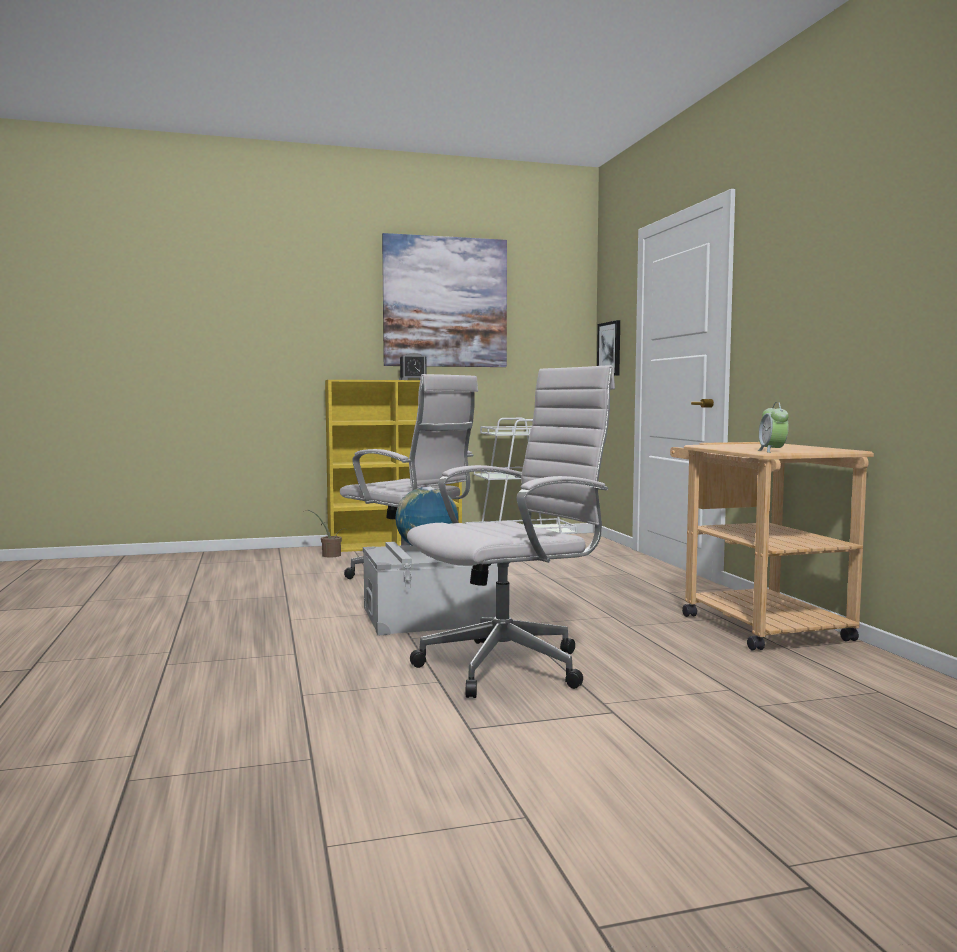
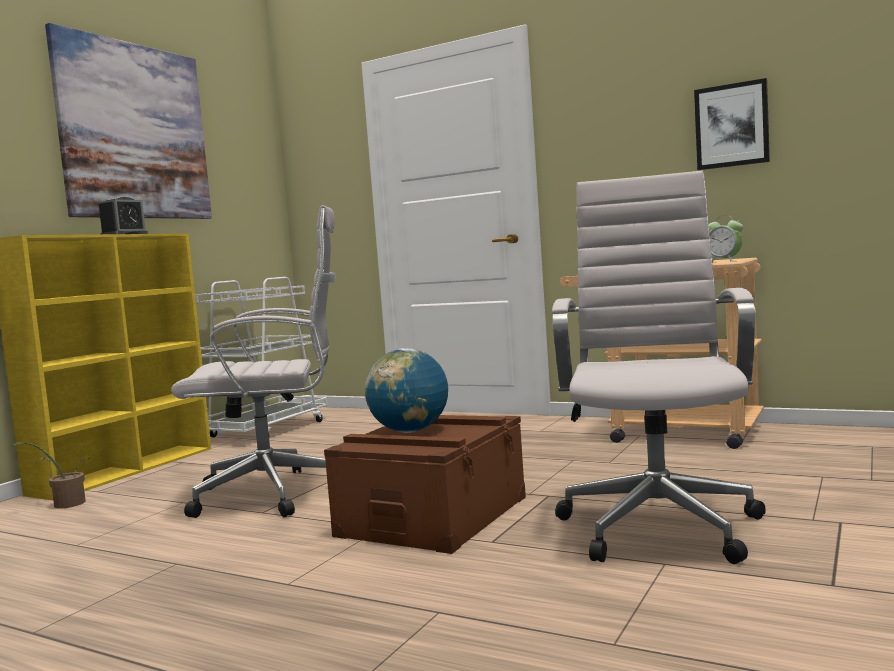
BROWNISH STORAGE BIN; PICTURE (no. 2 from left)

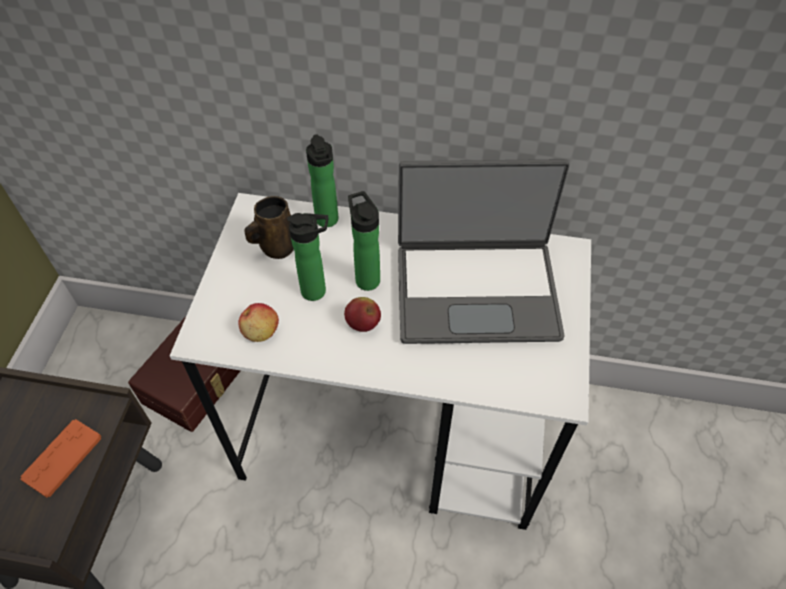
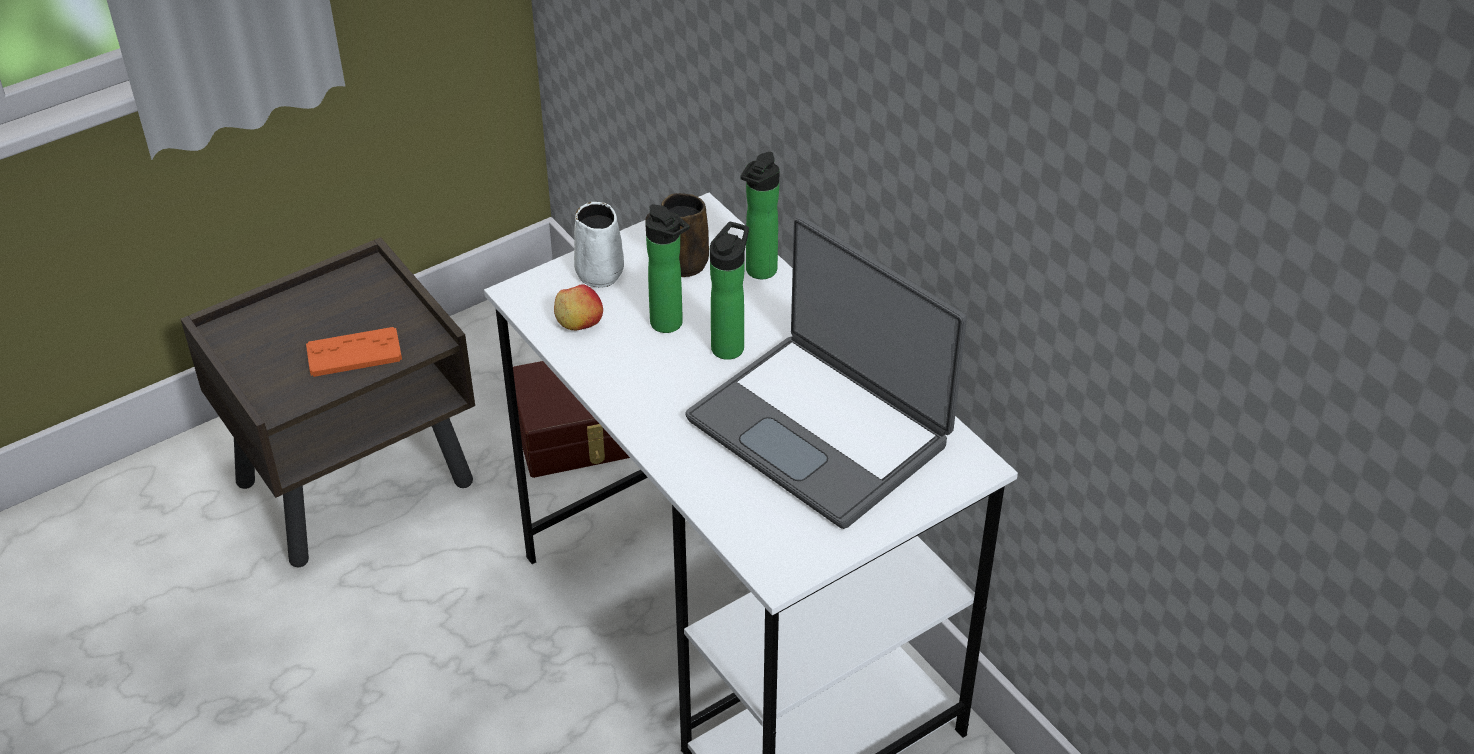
WHITE TEA MUG; WHOLE APPLE (no. 2 from left in the first image)

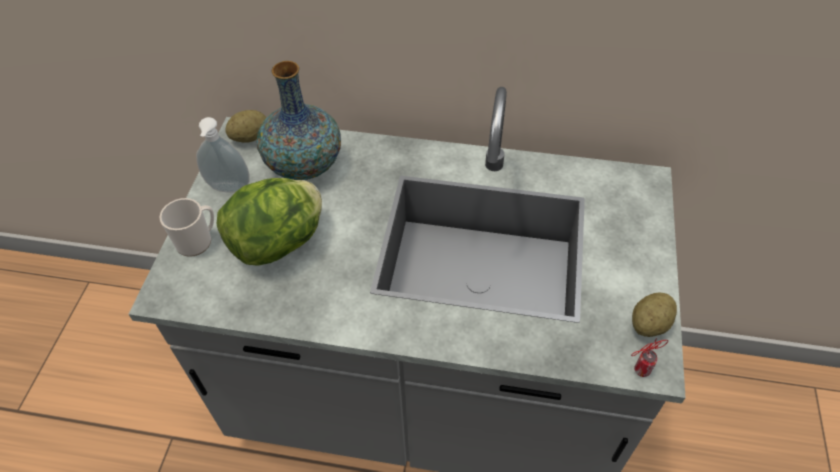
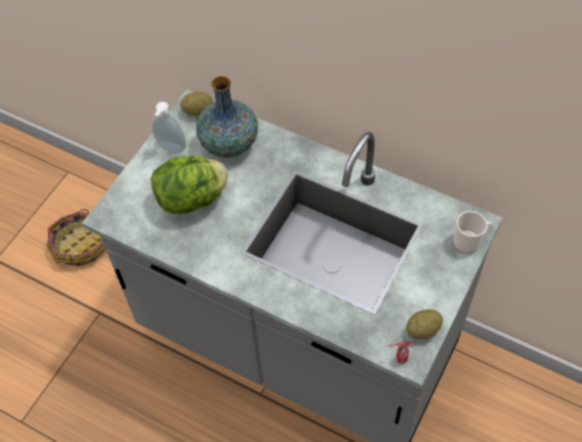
STORAGE BASKET; TEA MUG

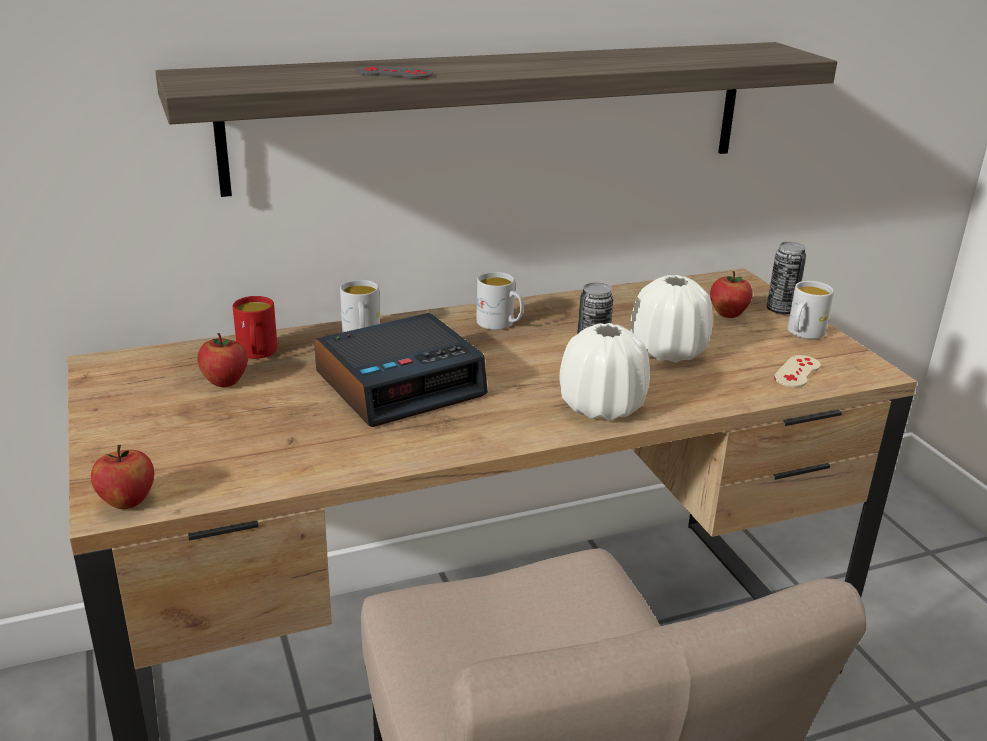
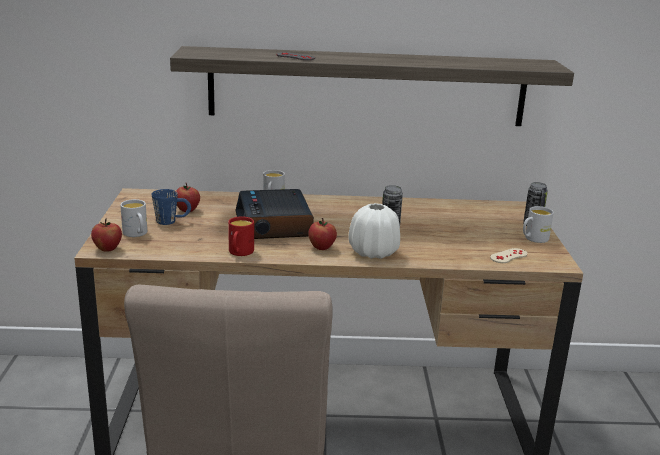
WHITE TEA MUG (no. 1 from left); BLUE-COLOURED TEA MUG; RED-COLOURED TEA MUG; ALARM CLOCK; WHOLE APPLE (no. 3 from left); WHITE DECORATIVE VASE (no. 2 from left in the first image)

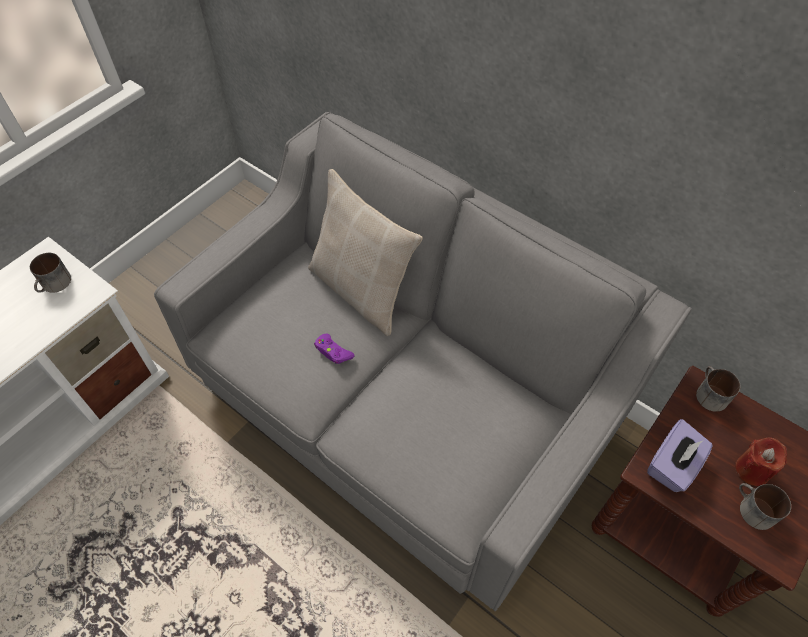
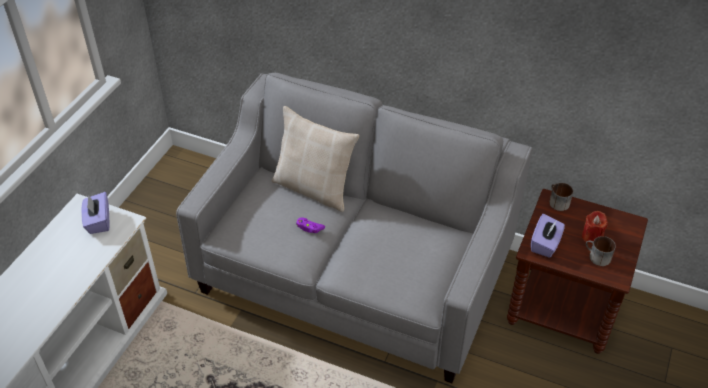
PURPLE BOX OF TISSUES (no. 1 from left)

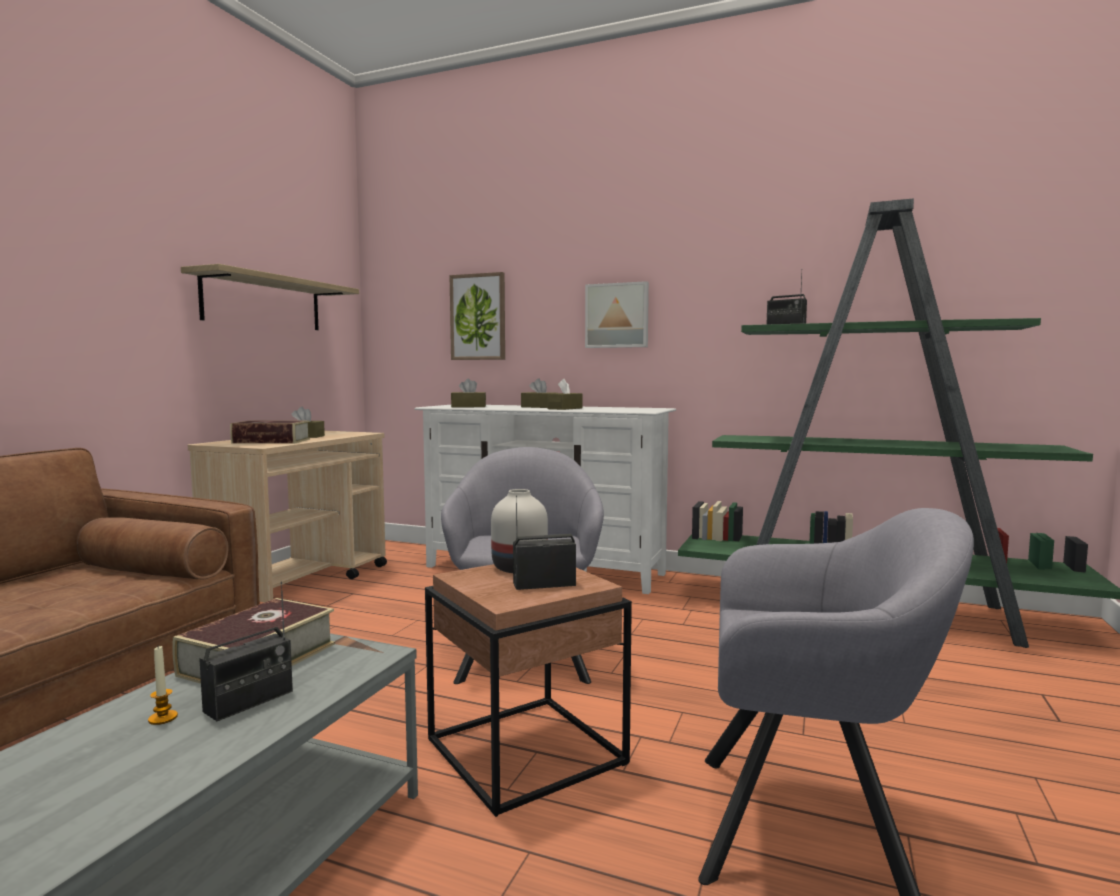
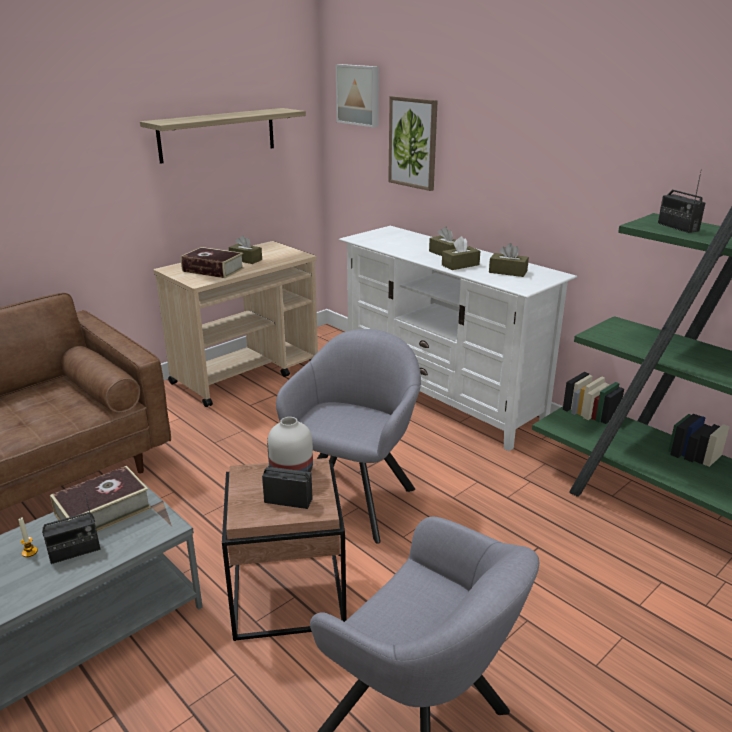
PICTURE (no. 1 from left); BROWNISH BOX OF TISSUES (no. 4 from left)

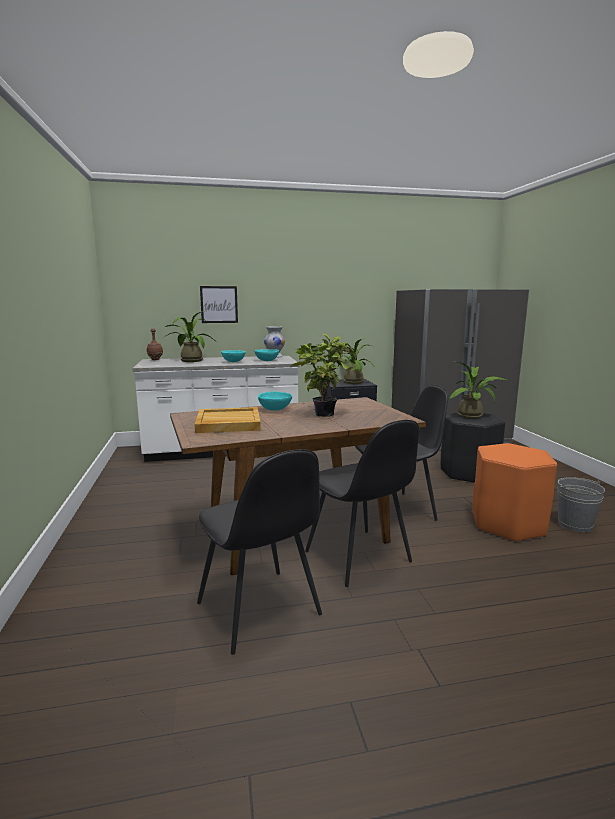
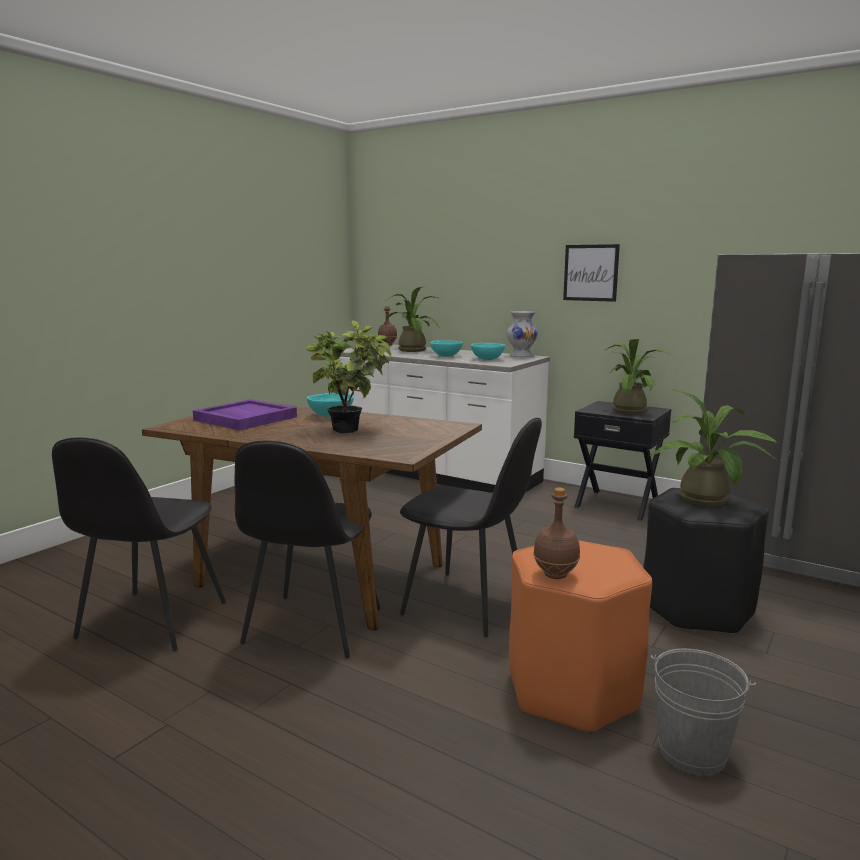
PURPLE TRAY; BROWNISH DRINK BOTTLE (no. 2 from left); PICTURE

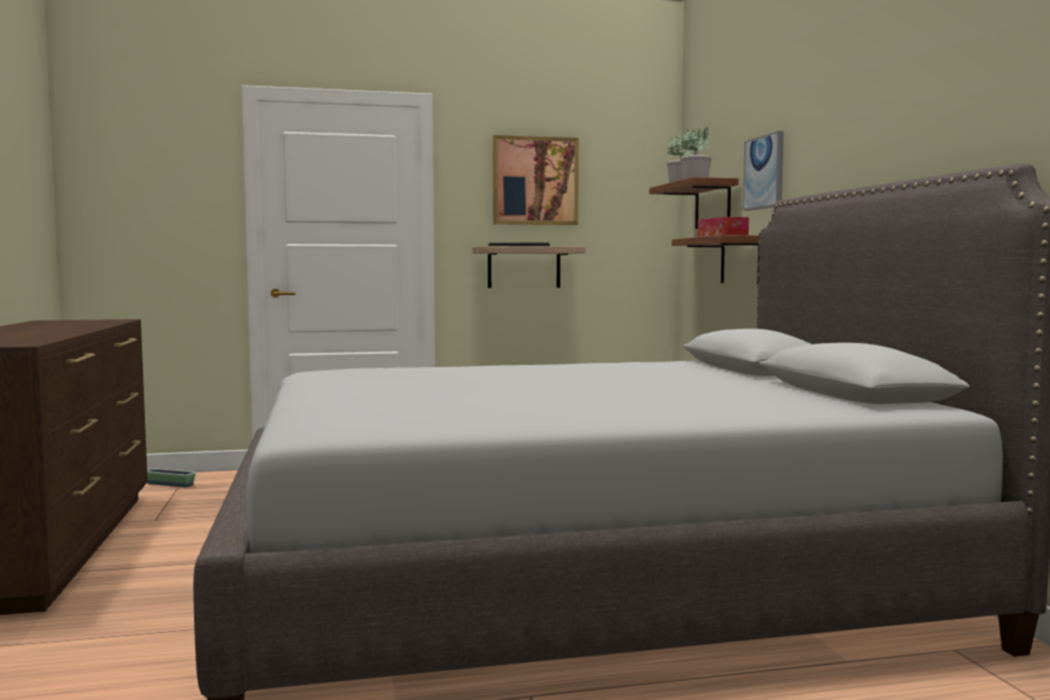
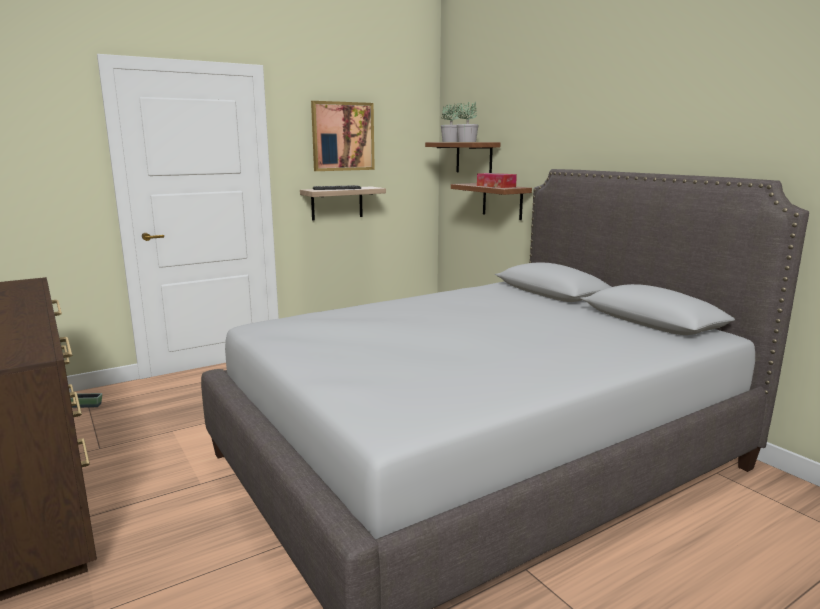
PICTURE (no. 2 from left in the first image)

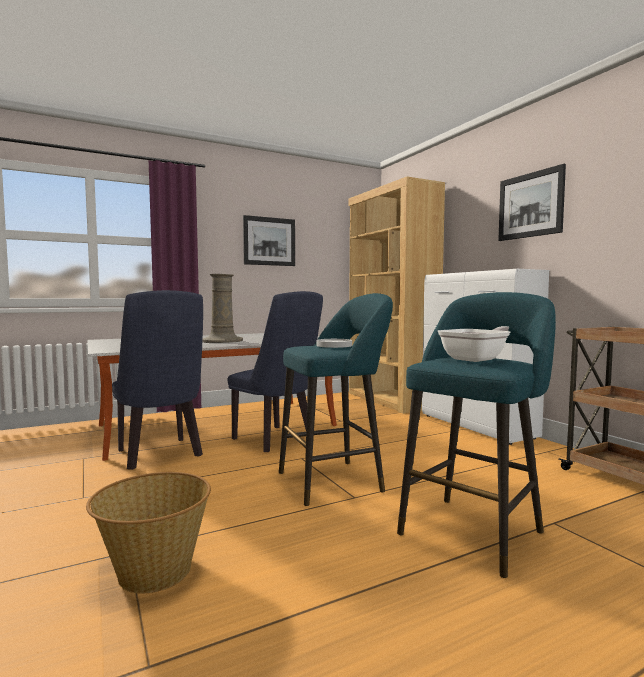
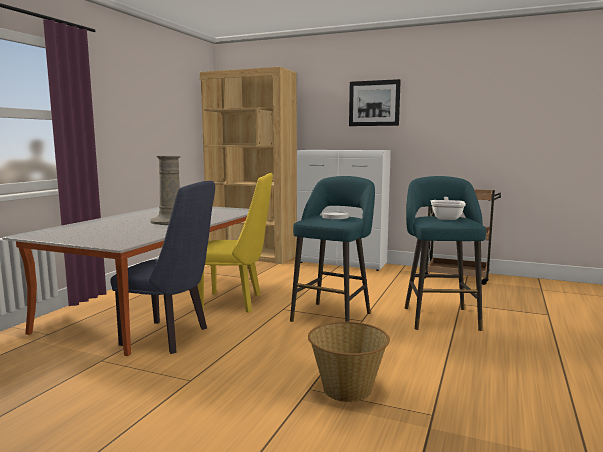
YELLOW CHAIR; PICTURE (no. 1 from left in the first image)

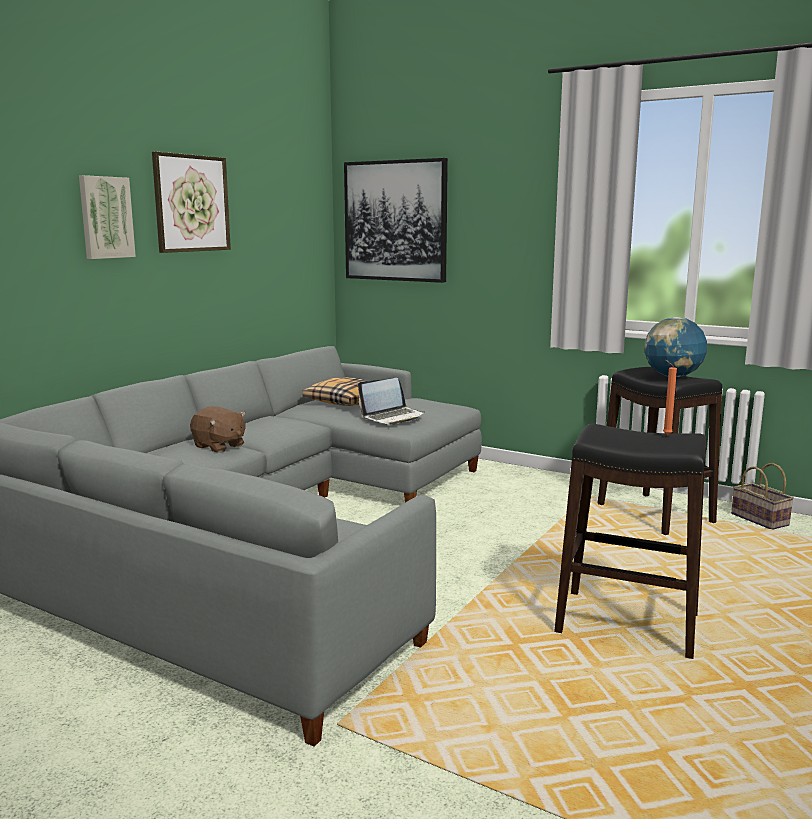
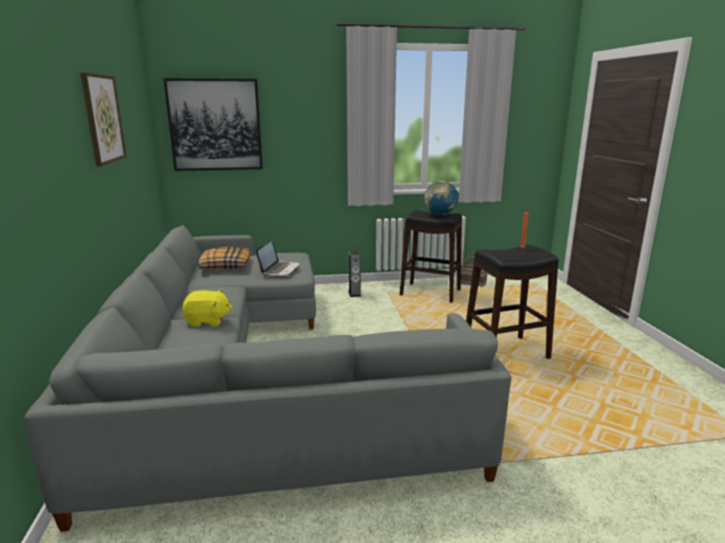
YELLOW SOFT TOY; LOUDSPEAKER; PICTURE (no. 1 from left in the first image)

